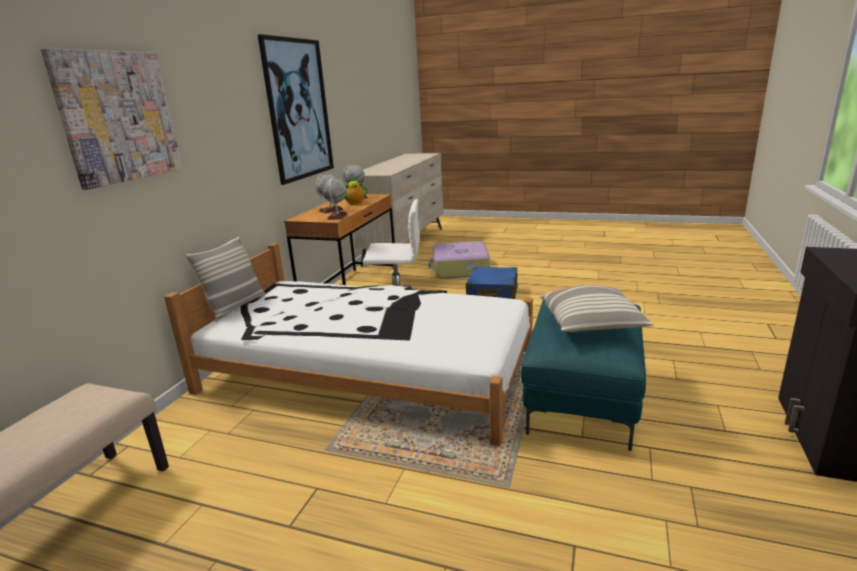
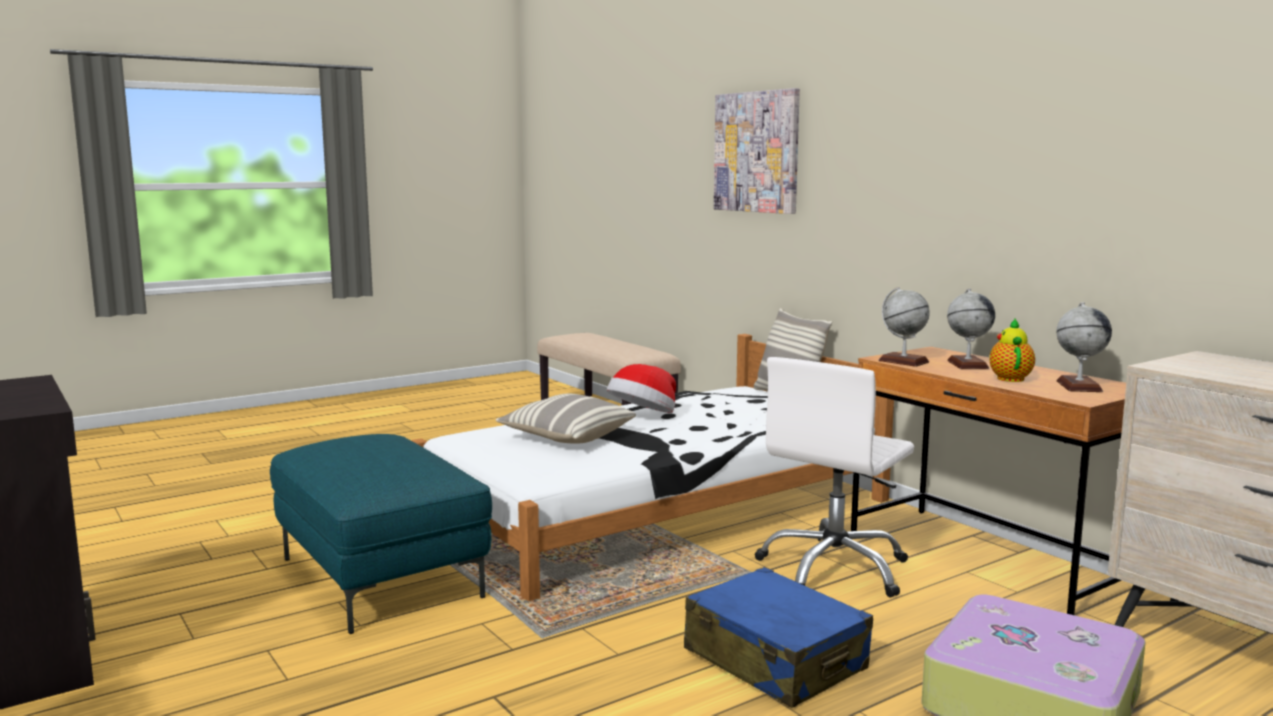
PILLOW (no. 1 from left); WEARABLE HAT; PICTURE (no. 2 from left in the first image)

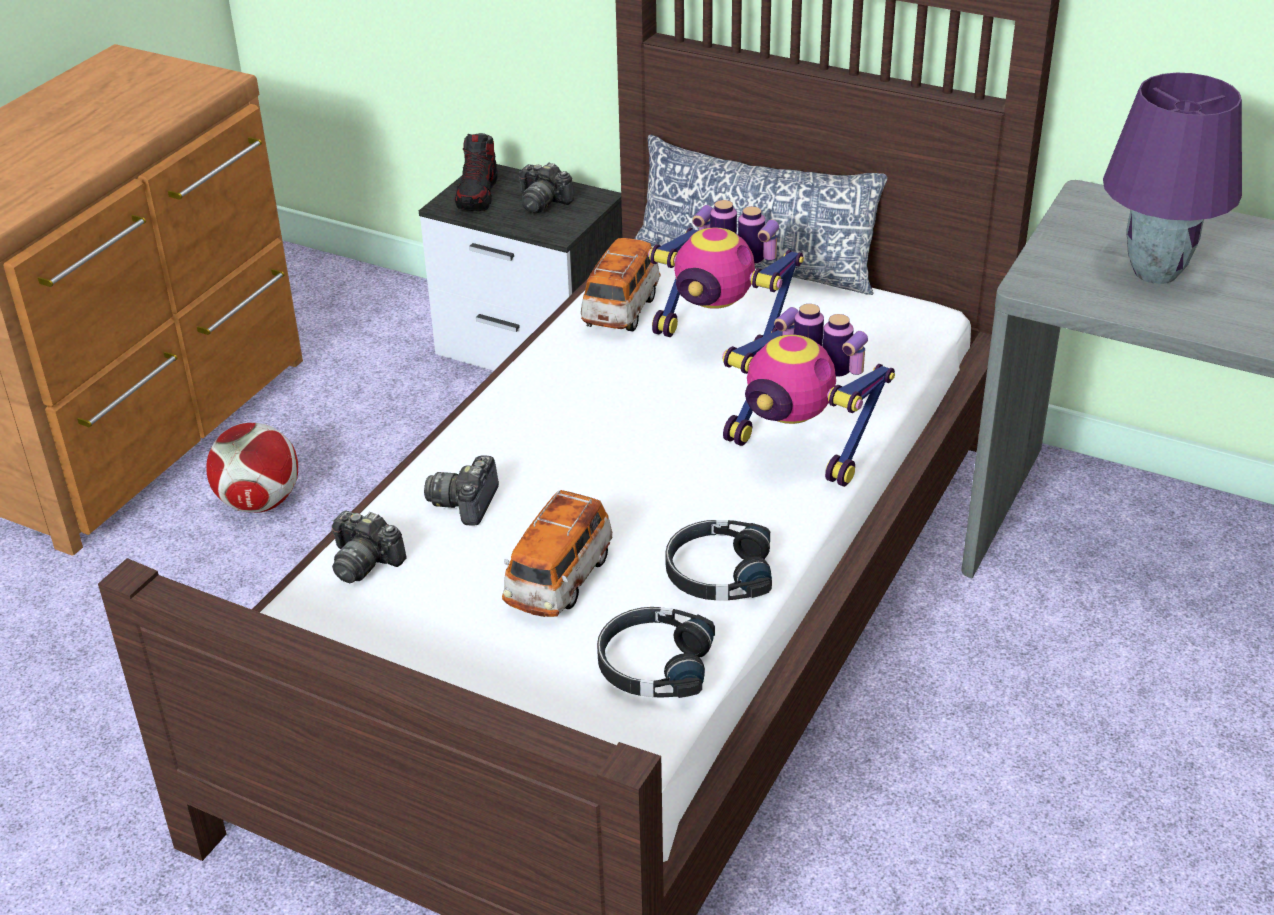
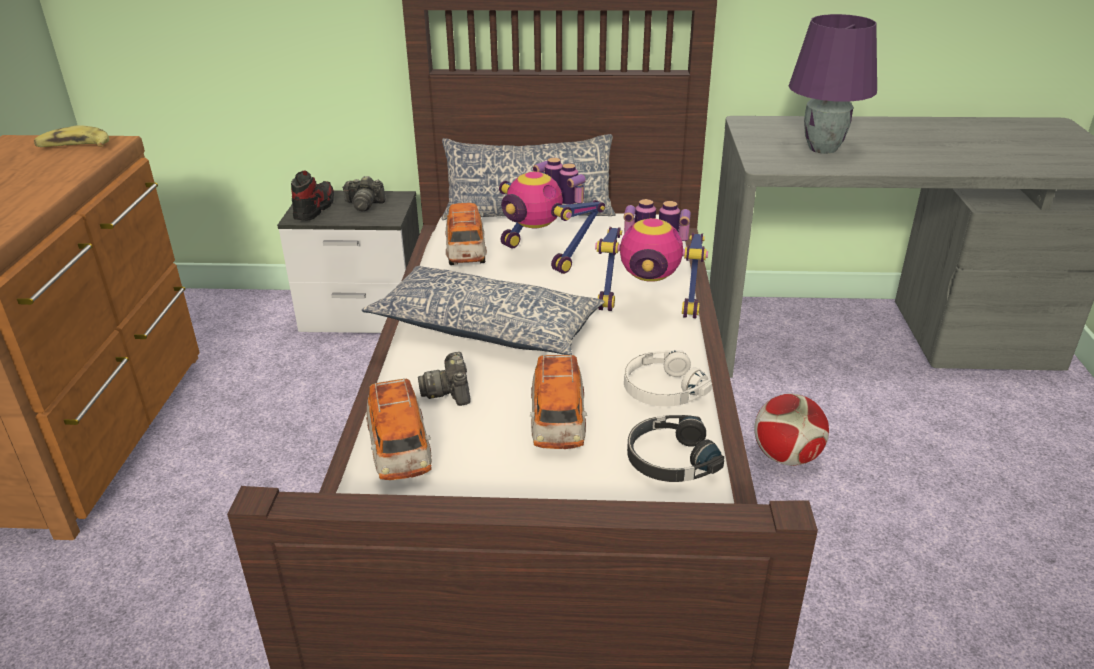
WHOLE BANANA; ITEM OF FOOTWEAR; PILLOW (no. 1 from left); MODEL CAR (no. 1 from left); ROBOT FIGURE (no. 1 from left); WHITE HEADPHONES; BALL FOR FOOTBALL

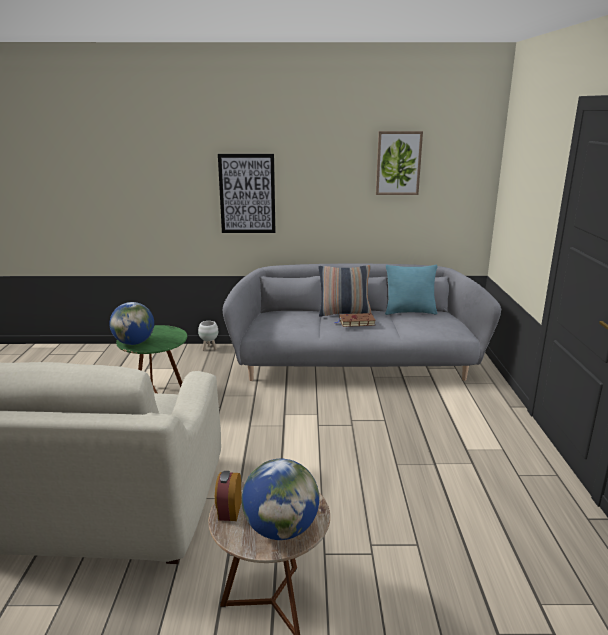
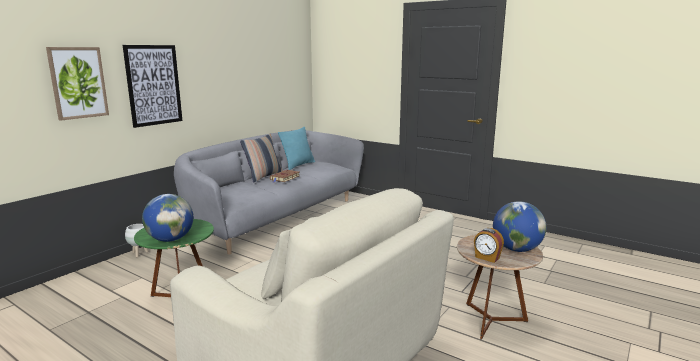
PICTURE (no. 1 from left)

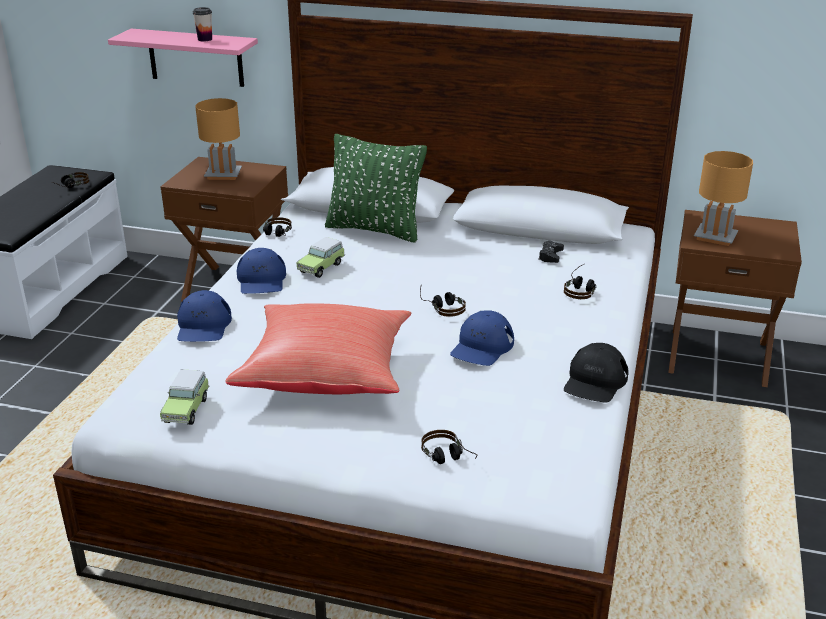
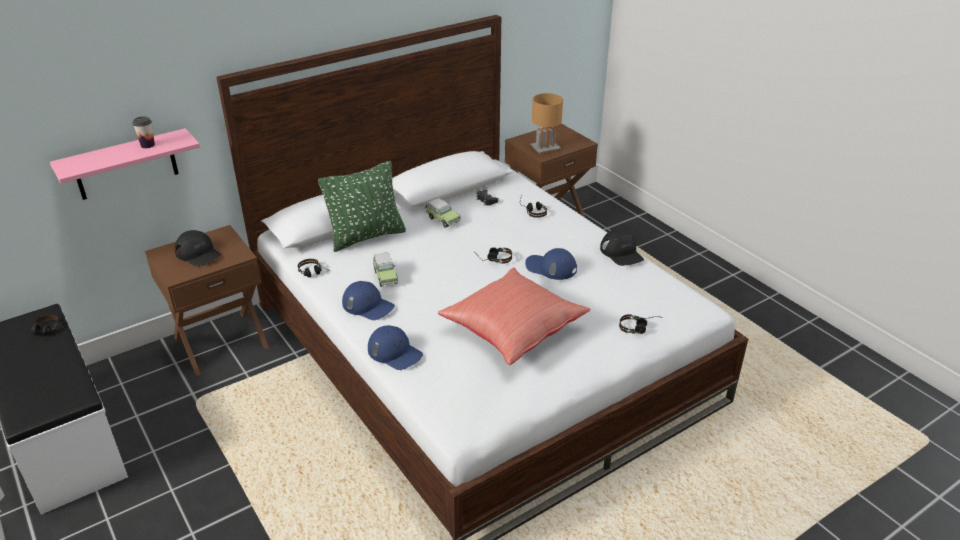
BLACK-COLOURED CAP (no. 1 from left); MODEL CAR (no. 2 from left); BLUE-COLOURED CAP (no. 3 from left)

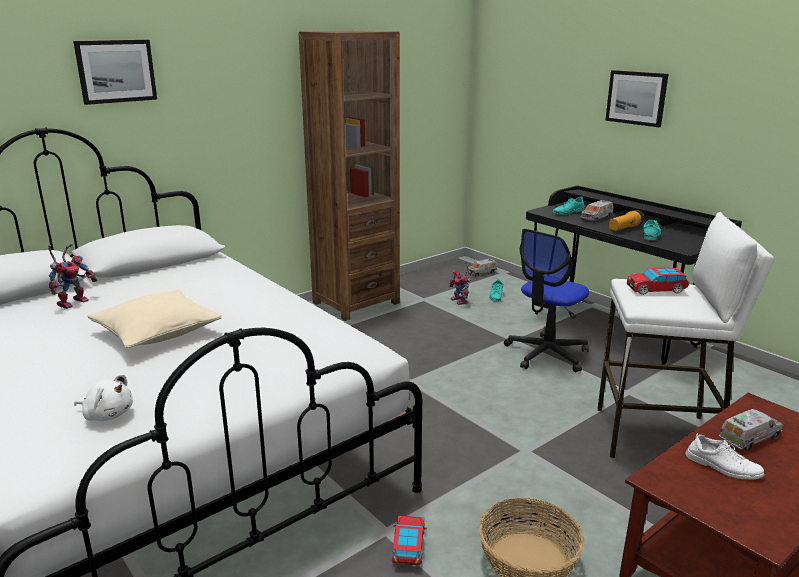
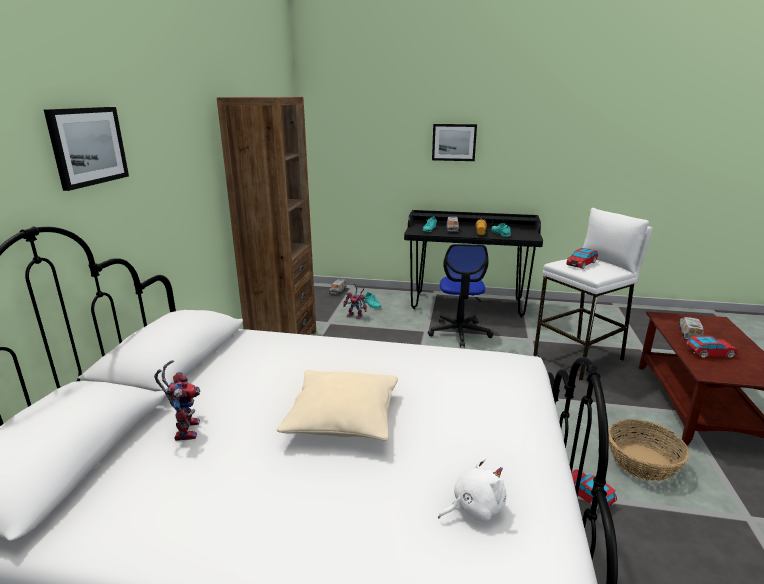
MODEL CAR (no. 3 from left)

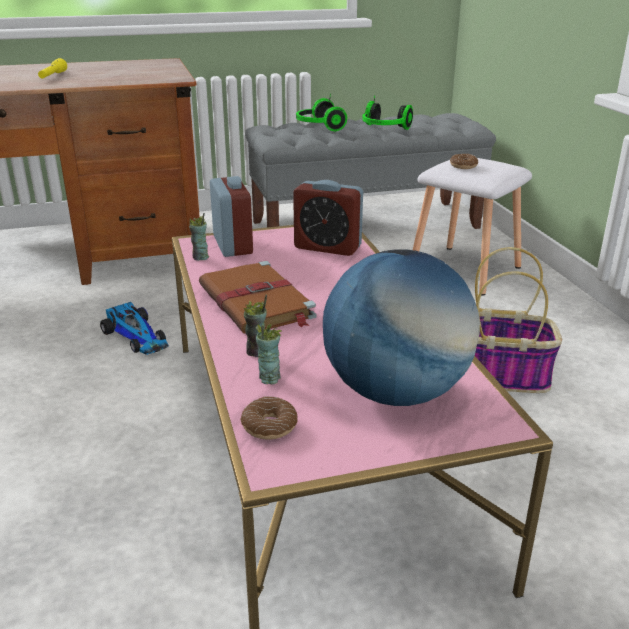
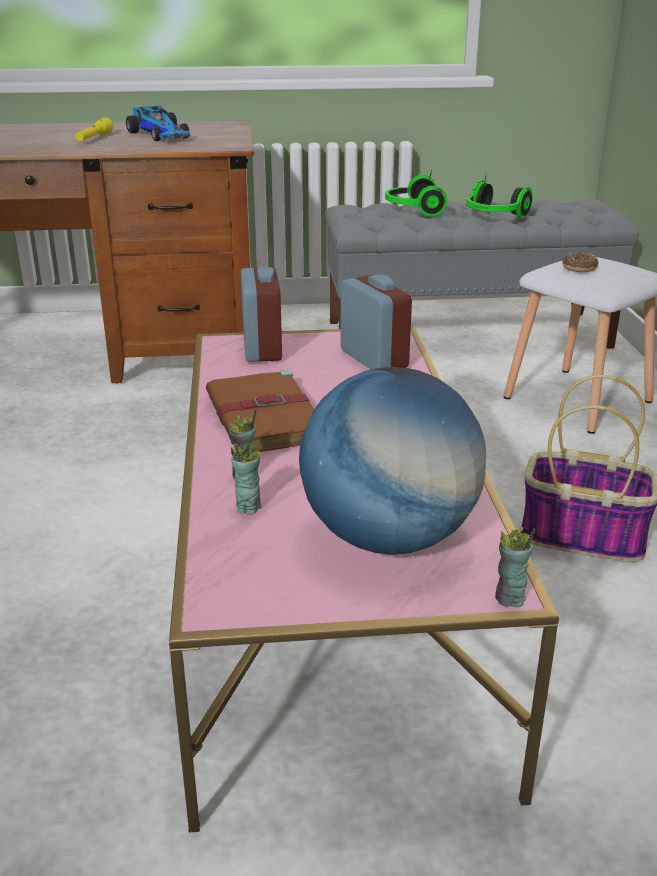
MODEL CAR; ALARM CLOCK (no. 2 from left); DRINKING CUP (no. 3 from left); DOUGHNUT (no. 1 from left in the first image)

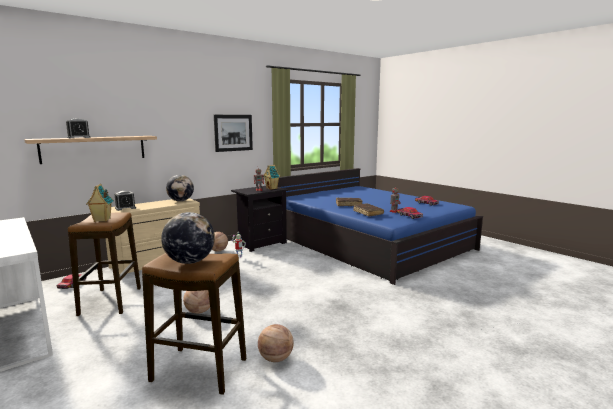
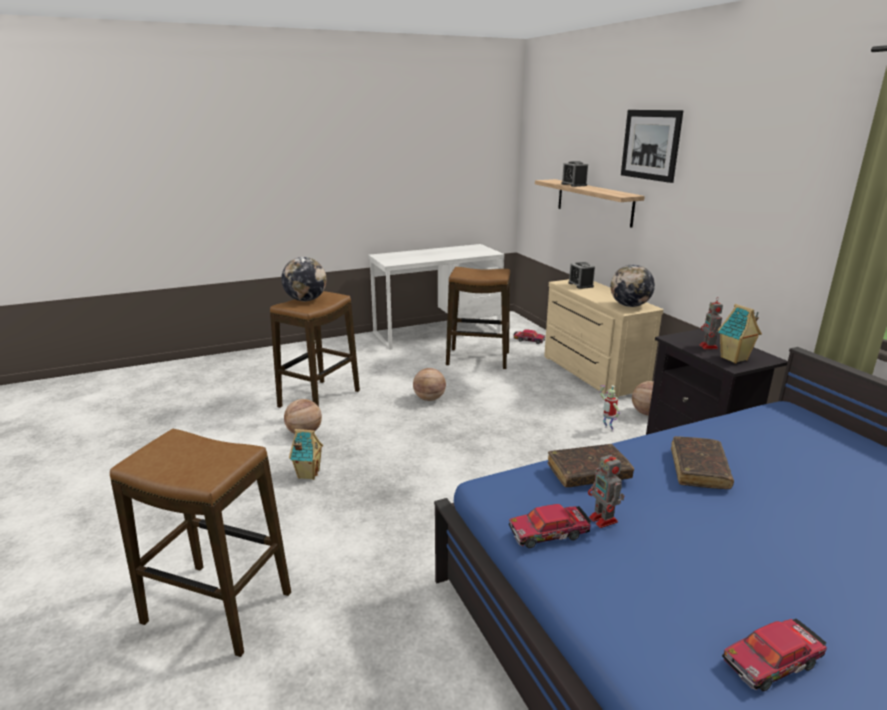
STOOL SEAT (no. 1 from left); MODEL HOUSE (no. 1 from left); PICTURE

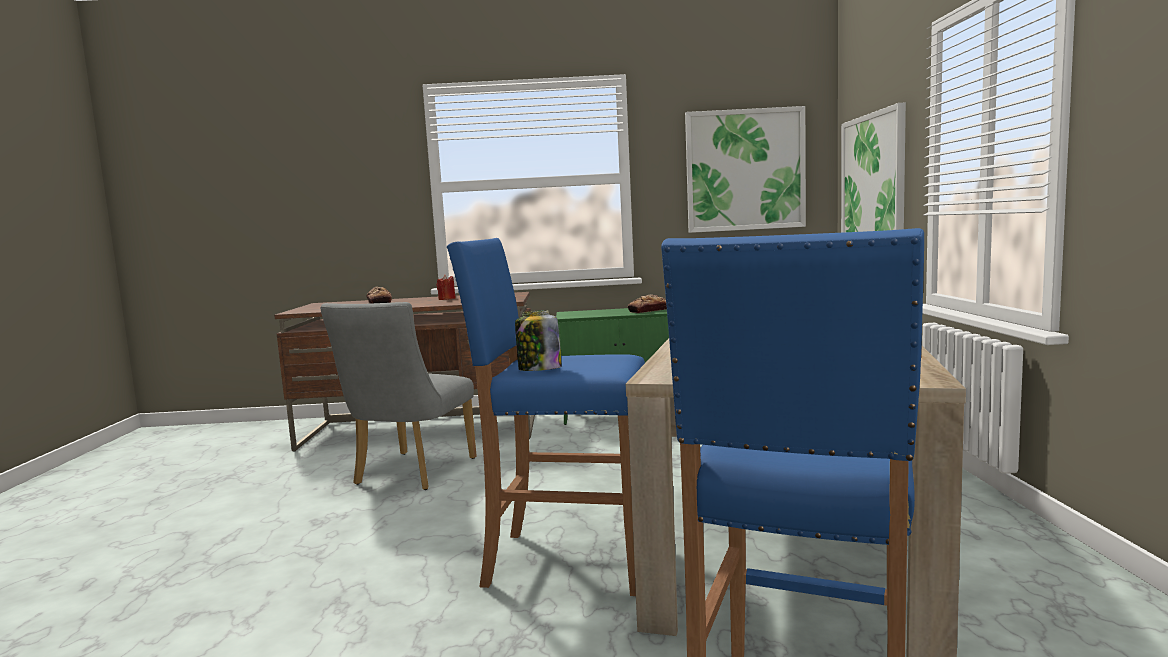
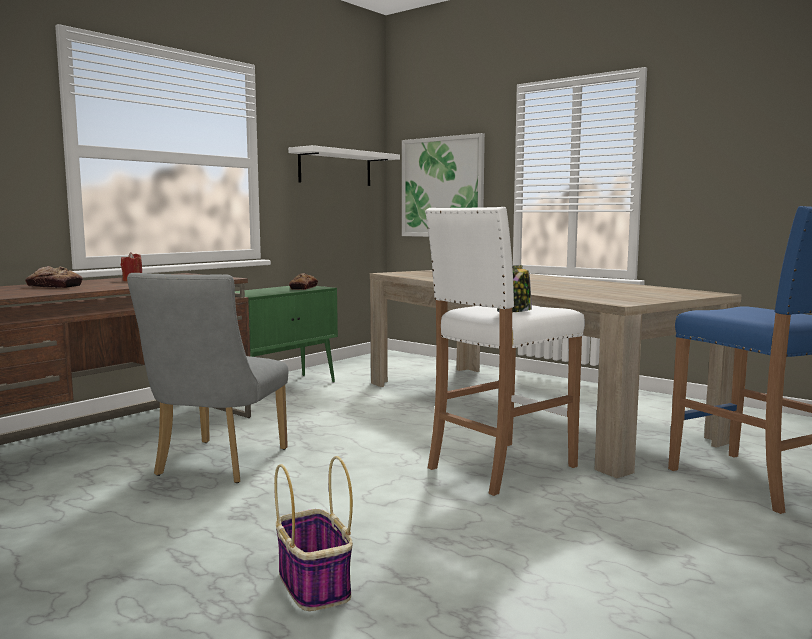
GREYISH CHAIR; STORAGE BASKET; WHITE BRACKET SHELF; WHITE STOOL SEAT

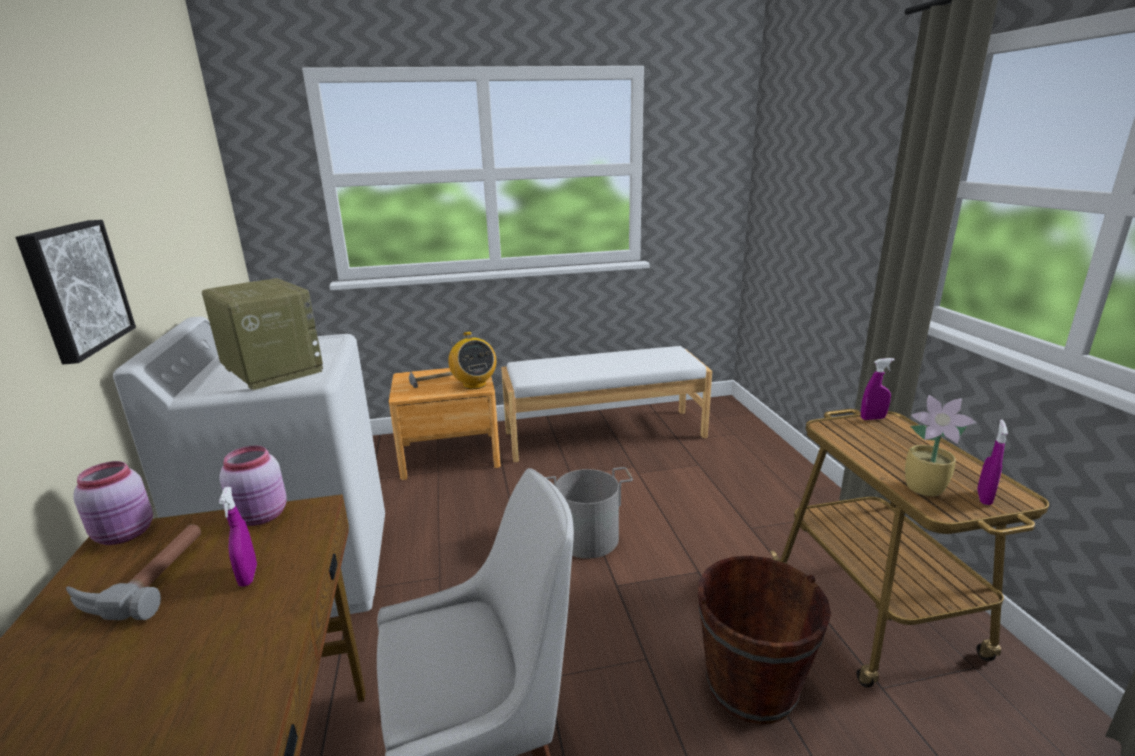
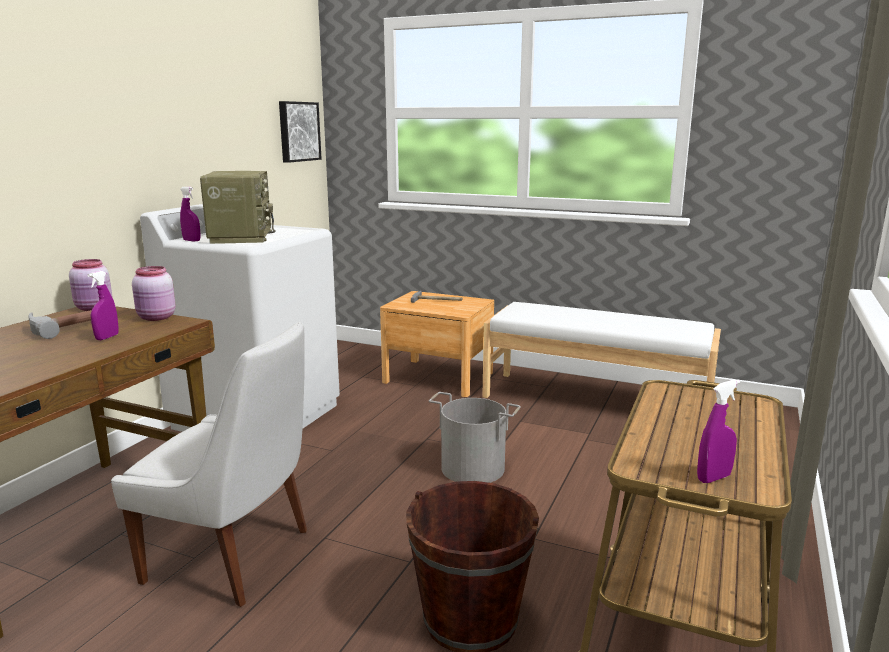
PURPLE SPRAY BOTTLE (no. 2 from left); PICTURE; RADIO RECEIVER (no. 2 from left in the first image); POTTED PLANT

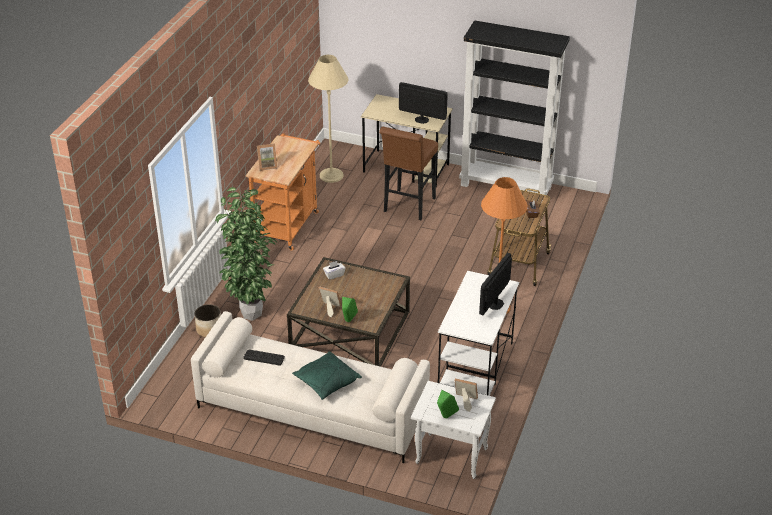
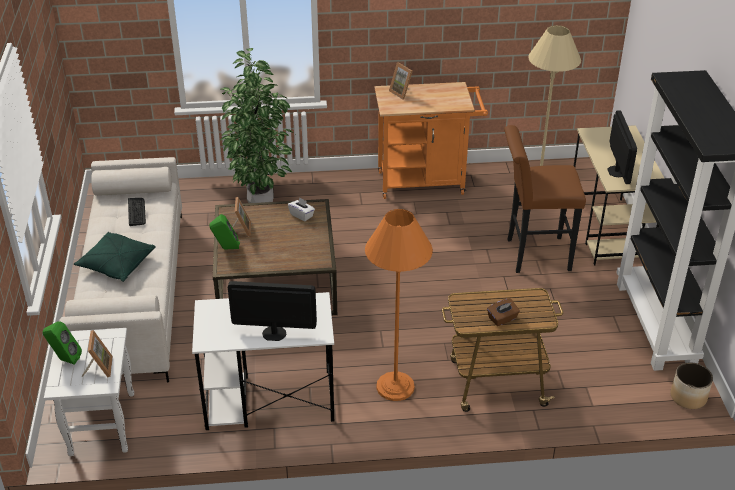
PLANT POT

